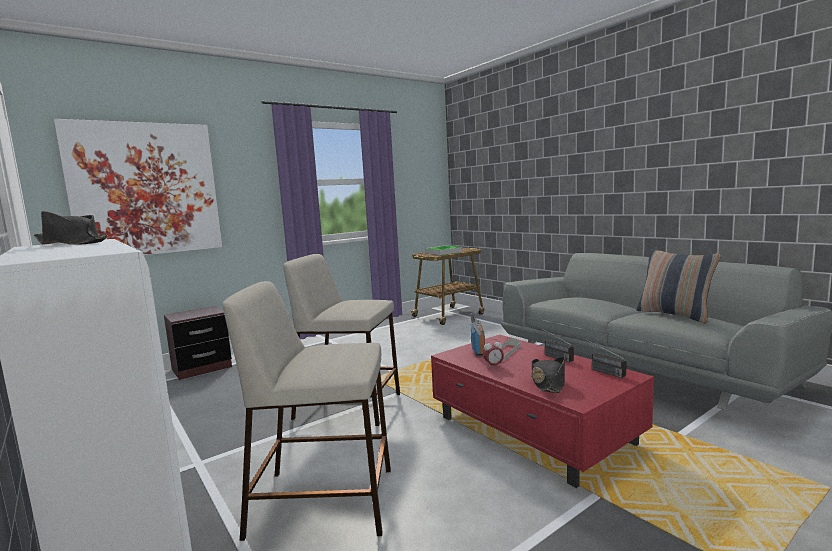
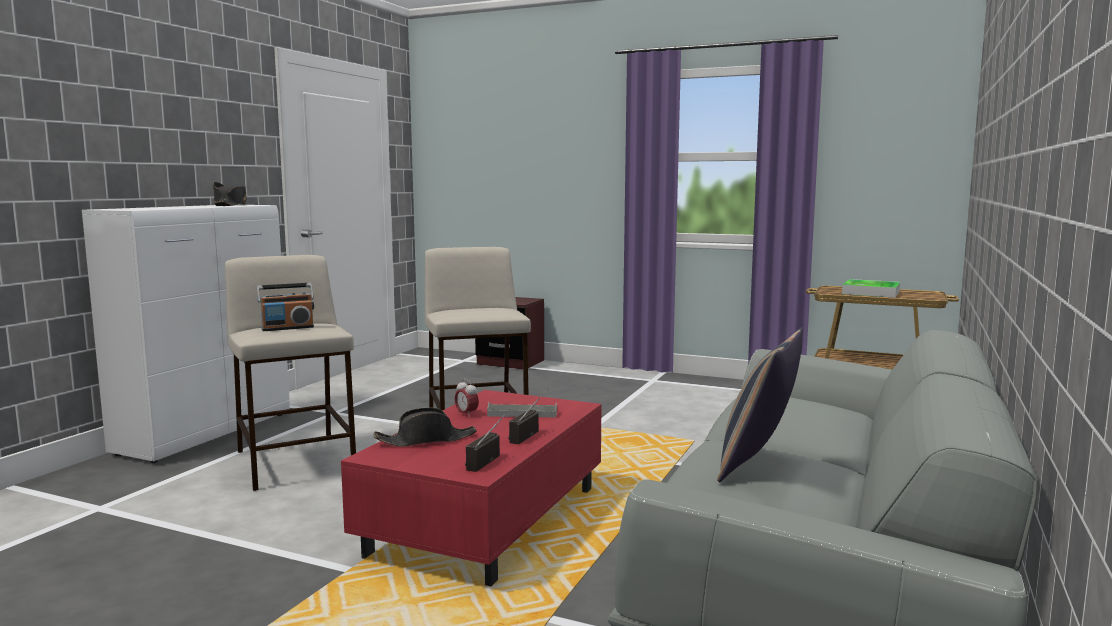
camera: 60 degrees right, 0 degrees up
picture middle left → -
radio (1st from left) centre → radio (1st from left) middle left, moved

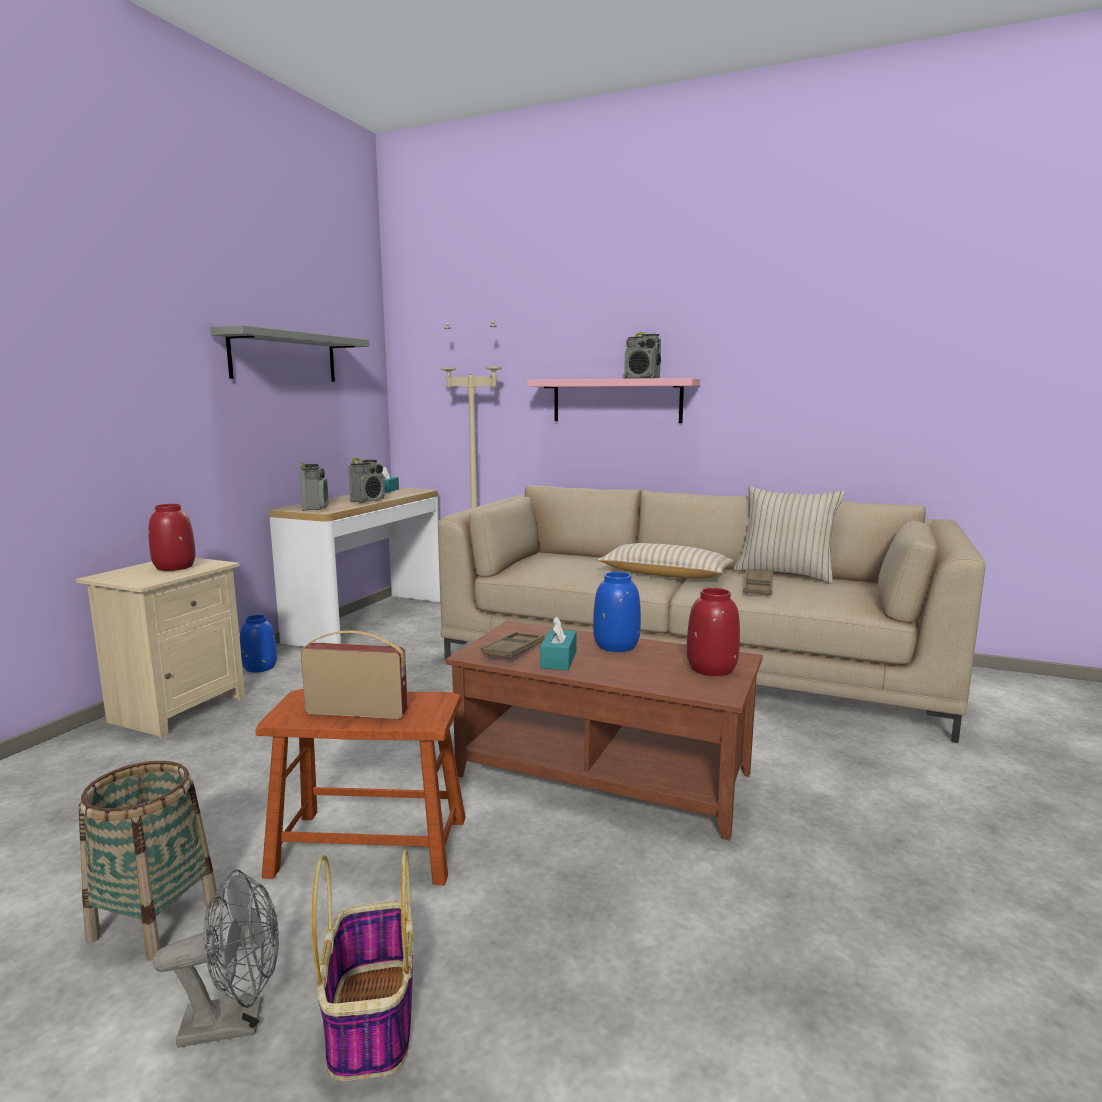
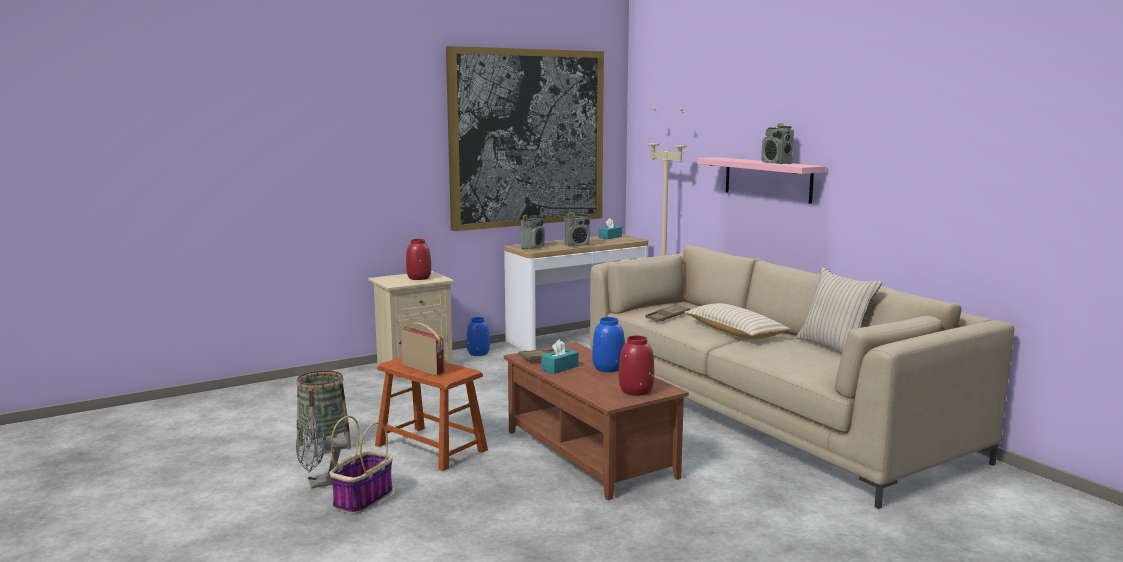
camera: 35 degrees right, 0 degrees up
fan/grey bottom left, 135 degrees clockwise
shelf/grey top left → picture top centre
tray/brown (2nd from left) middle right → tray/brown (2nd from left) centre, moved

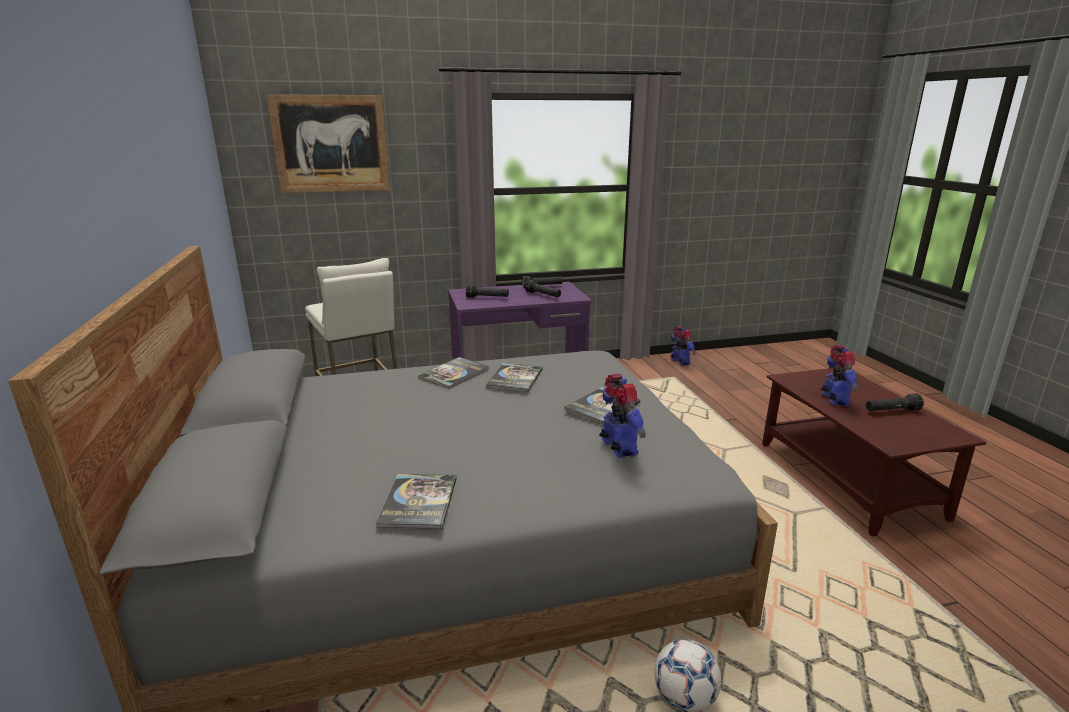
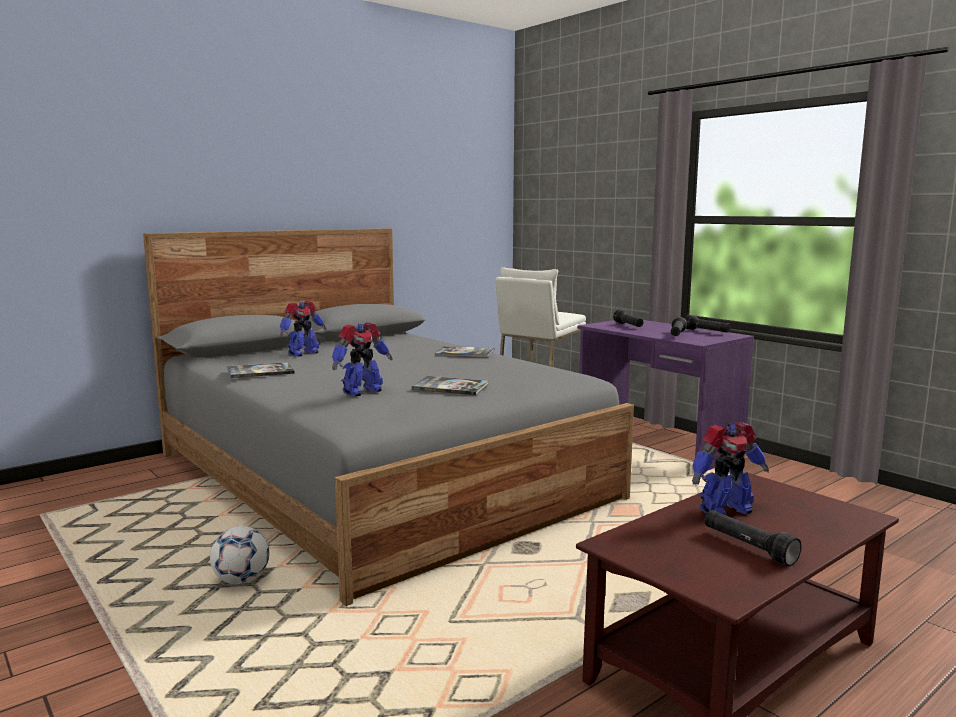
camera: 65 degrees right, 10 degrees down
picture top left → -
book (3rd from left) centre → -
toy robot (2nd from left in the first image) centre → toy robot (1st from left) middle left, moved

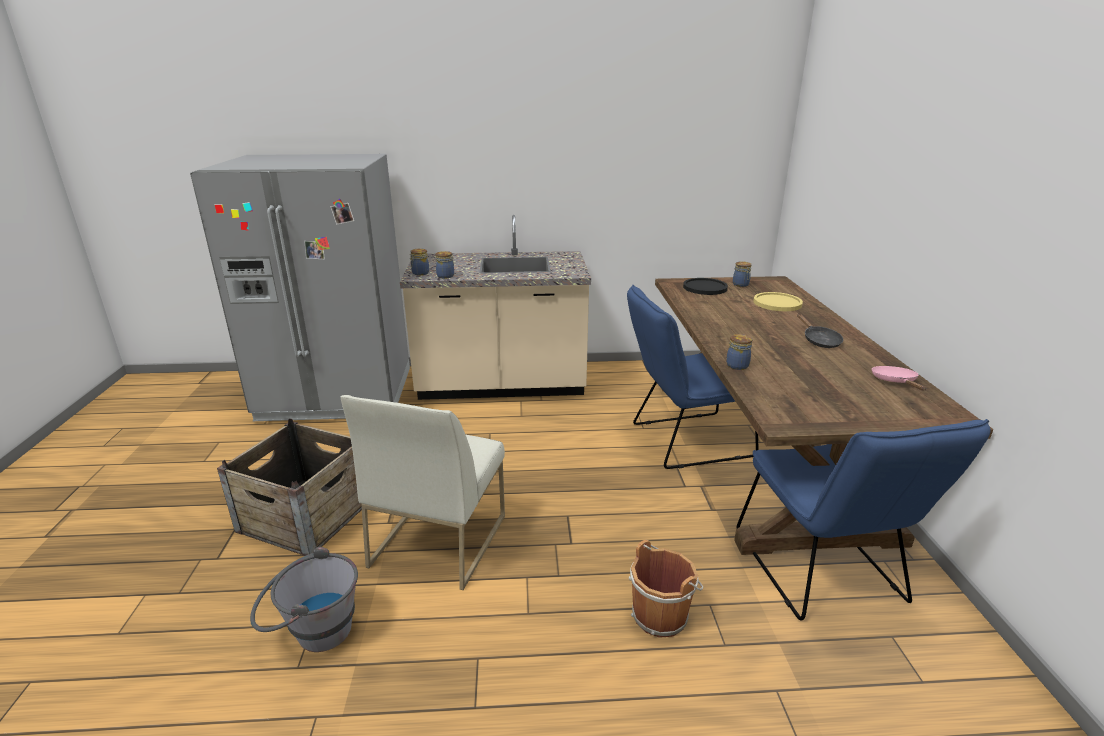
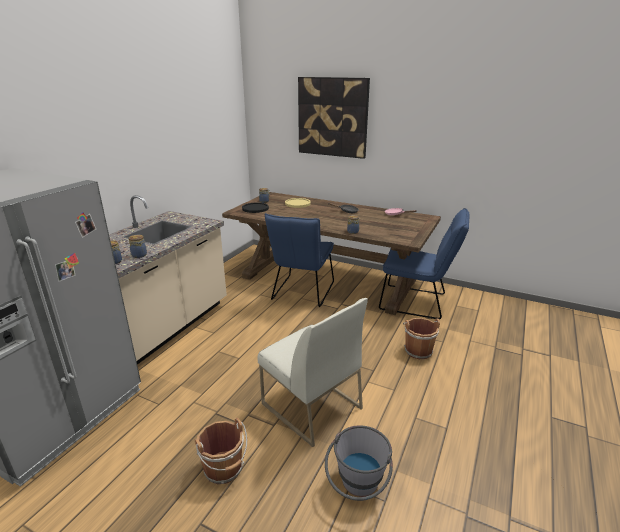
camera: 60 degrees left, 0 degrees up
crate middle left → bucket/brown (1st from left) bottom centre
- → picture top centre

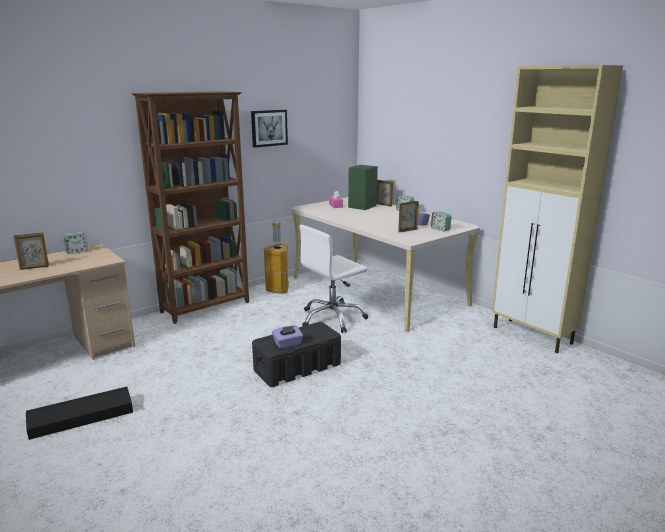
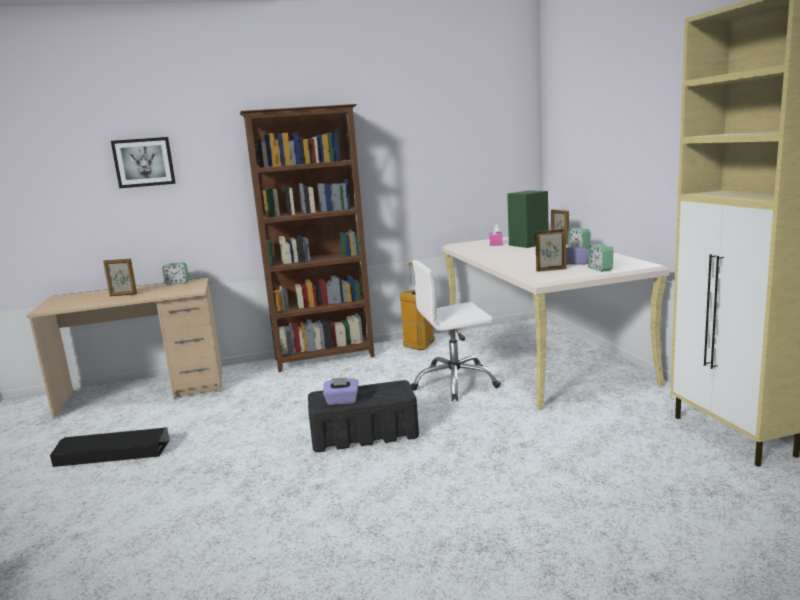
camera: 25 degrees right, 5 degrees down
picture top centre → picture top left, moved

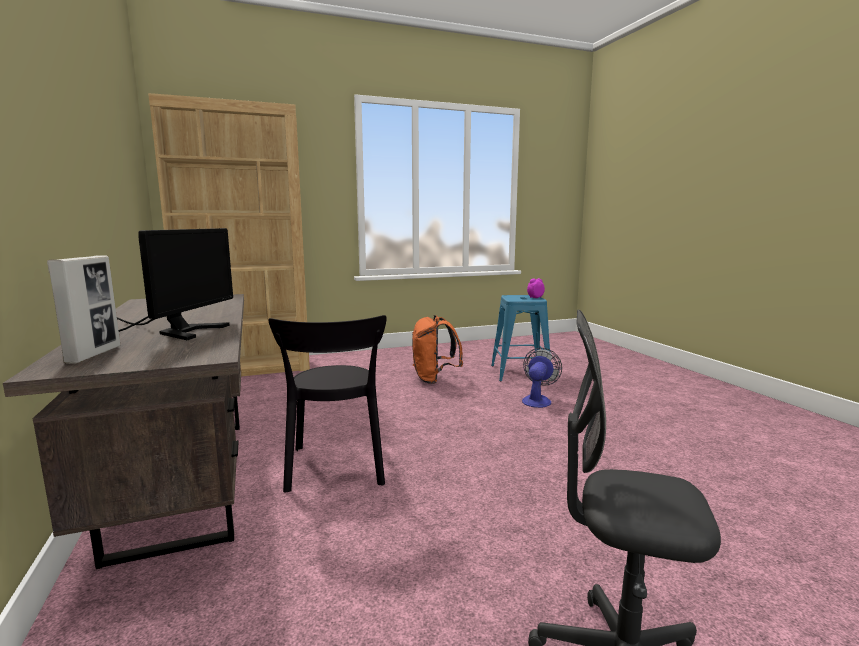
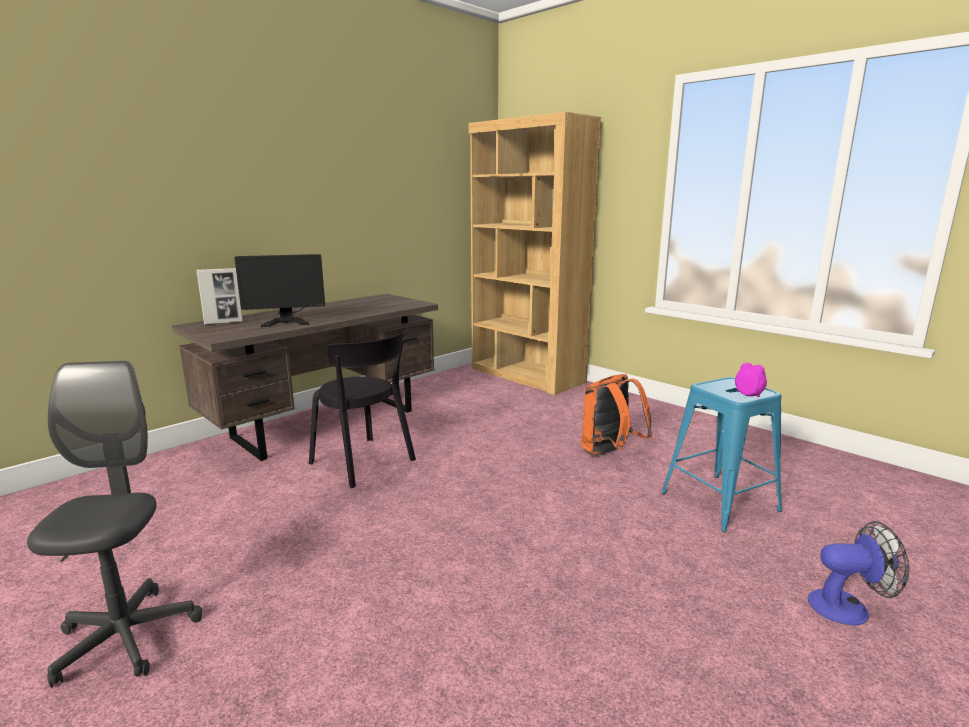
camera: 65 degrees right, 5 degrees up
chair/black centre, 105 degrees counterclockwise
fan centre → fan bottom right, moved

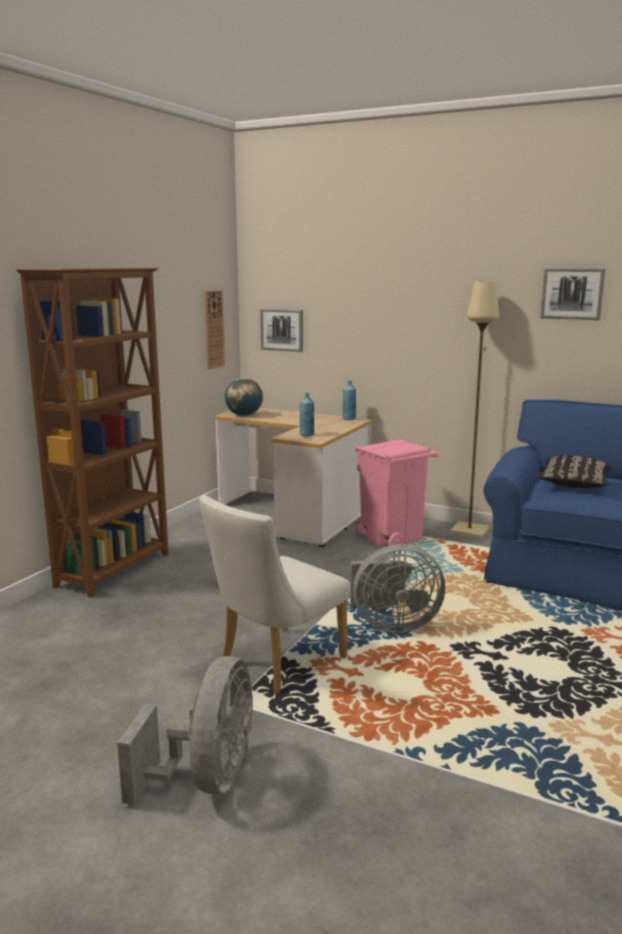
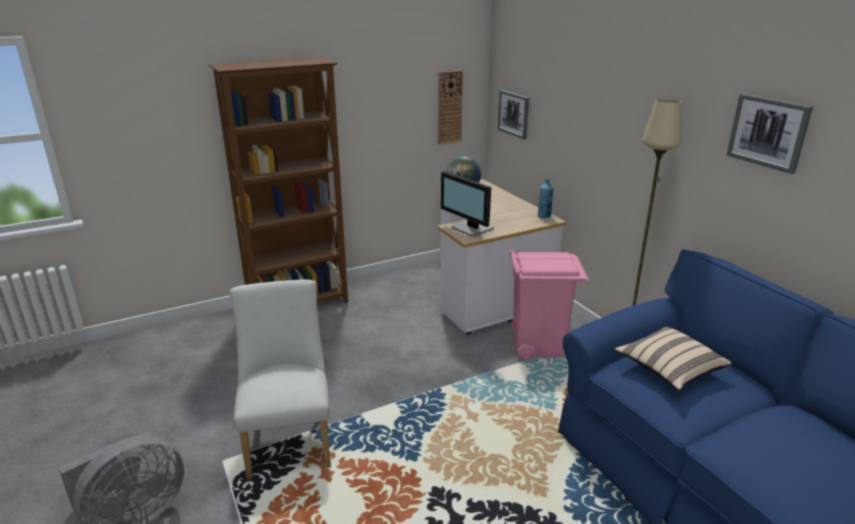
camera: 35 degrees right, 10 degrees up
chair/white centre → chair/white bottom left, 90 degrees clockwise
bottle/blue (1st from left) centre → monitor centre
fan/grey (2nd from left) centre → -
pillow/black middle right → pillow/beige bottom right

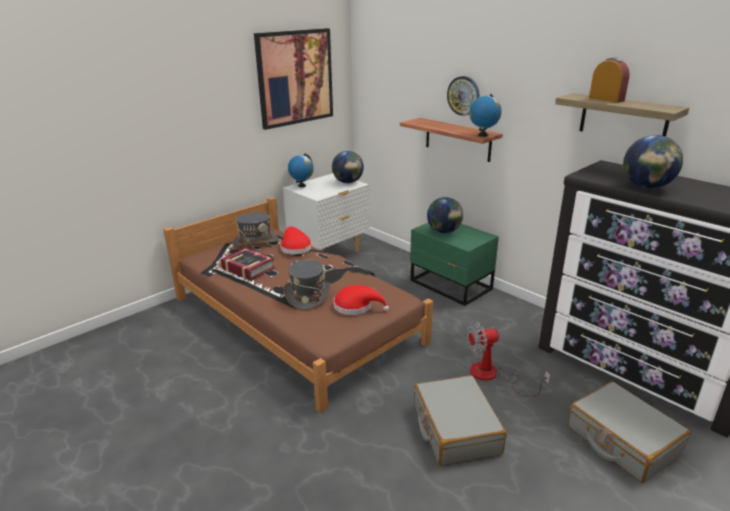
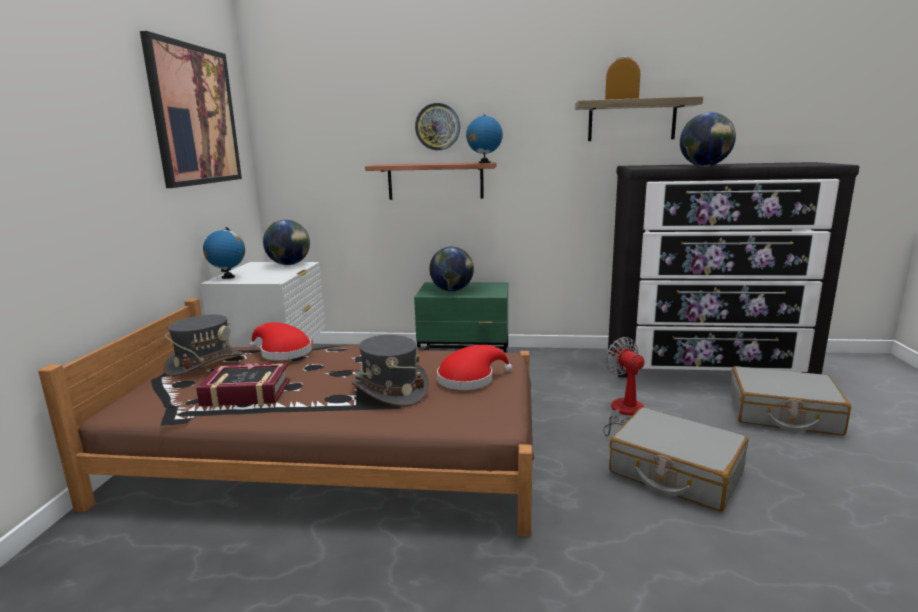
camera: 40 degrees left, 10 degrees down
fan bottom right → fan middle right, 120 degrees clockwise

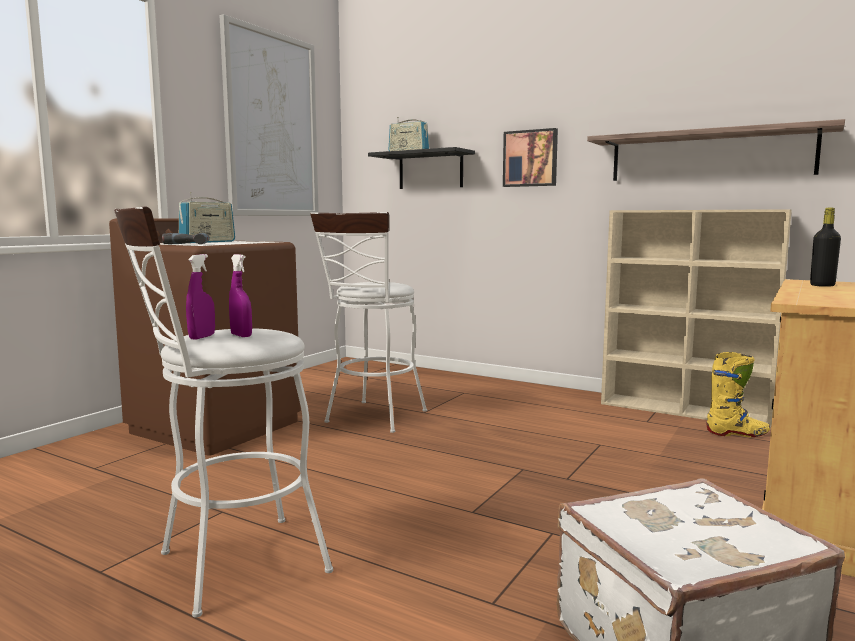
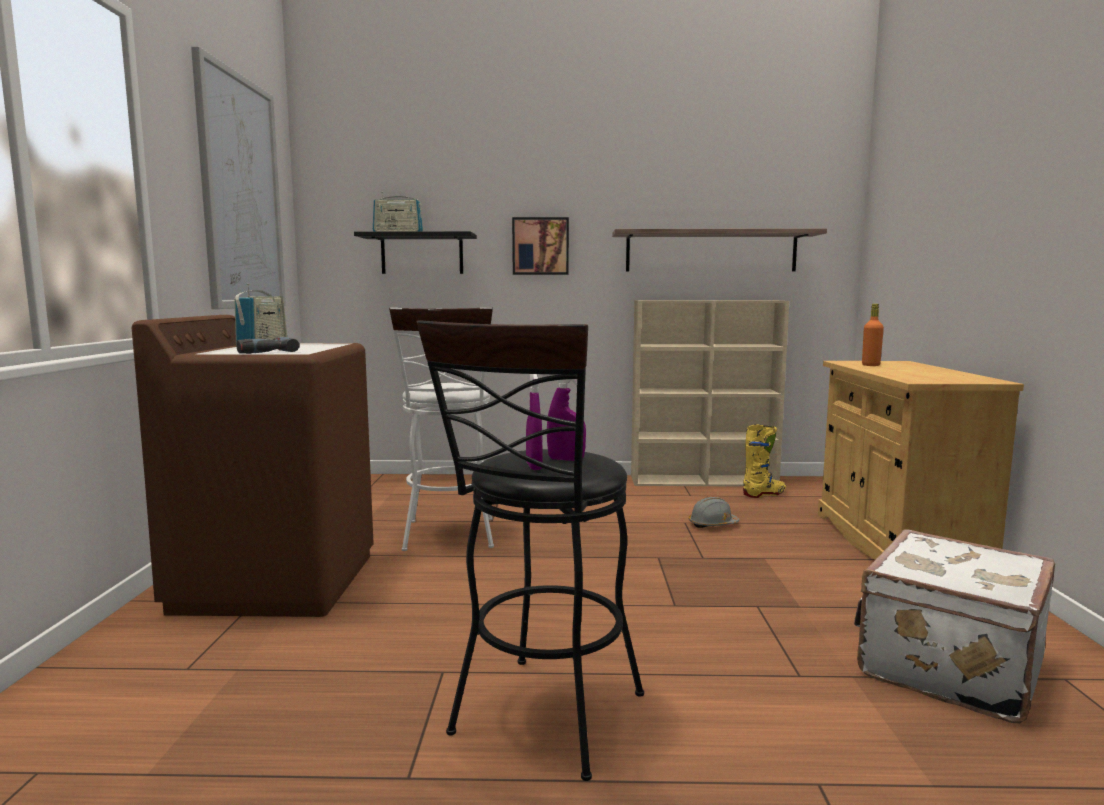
camera: 30 degrees left, 0 degrees up
stool/white (1st from left) middle left → stool/black bottom centre
bottle/black middle right → bottle/orange middle right
- → hard hat/grey centre

